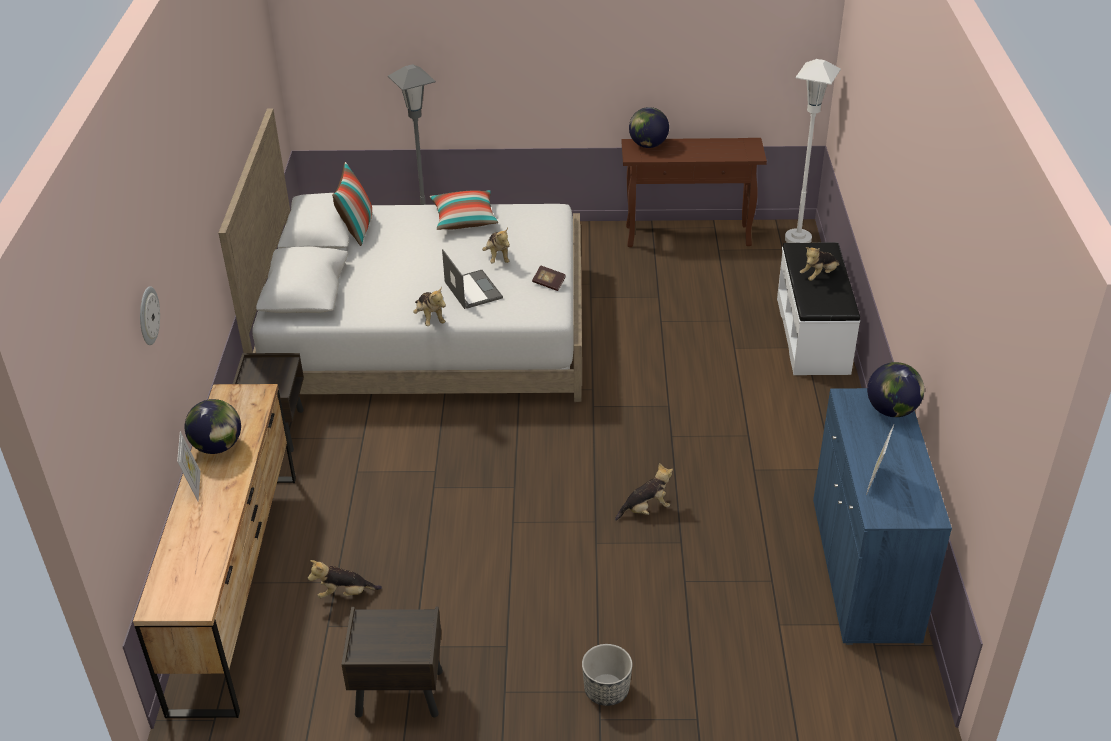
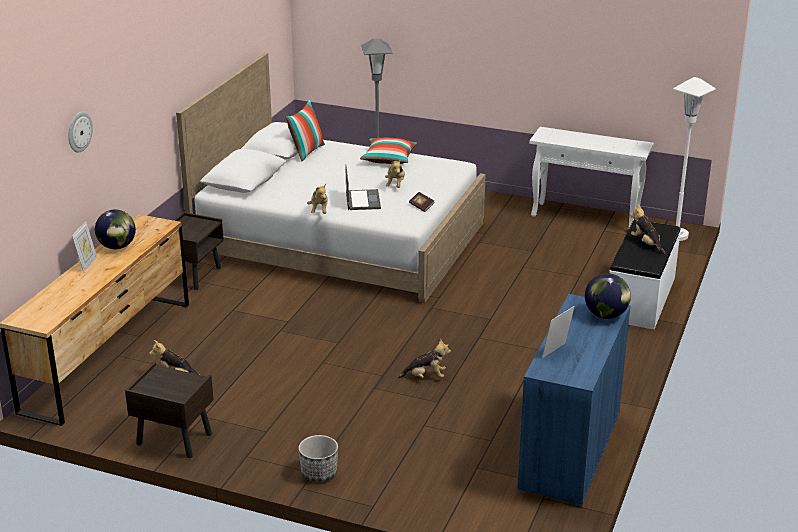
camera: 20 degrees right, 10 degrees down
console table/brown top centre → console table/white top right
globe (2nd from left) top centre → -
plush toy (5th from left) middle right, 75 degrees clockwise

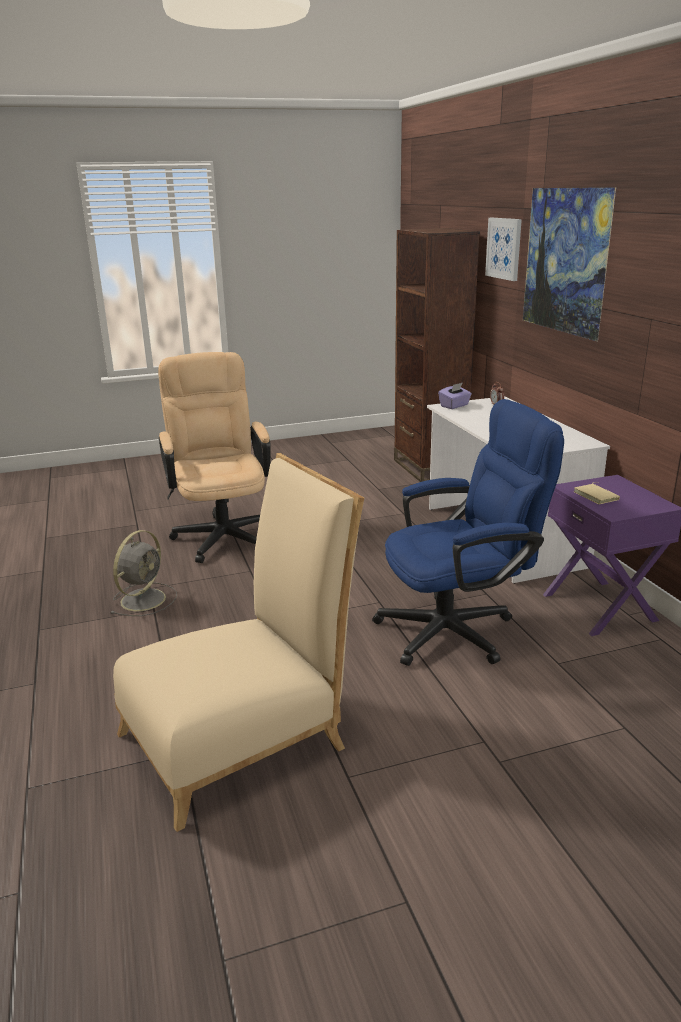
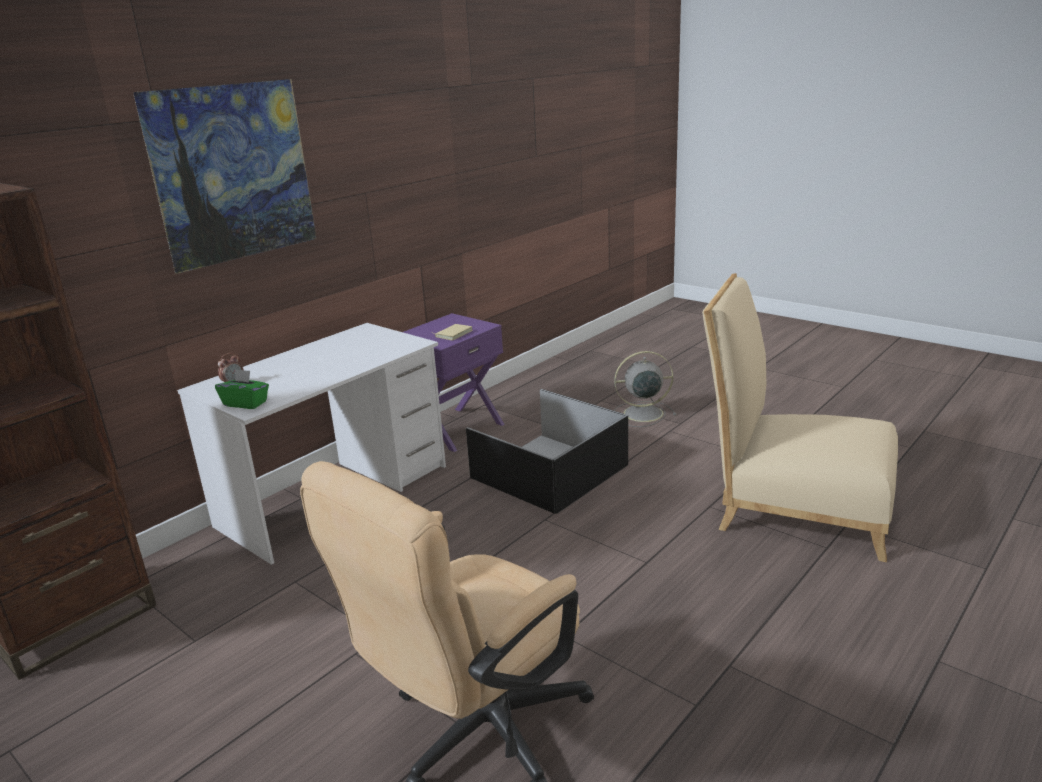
camera: 120 degrees left, 0 degrees up
fan/grey middle left → fan/grey centre, moved
office chair/blue middle right → storage box/black centre
tissue box/purple middle right → tissue box/green middle left
picture (1st from left) top right → -

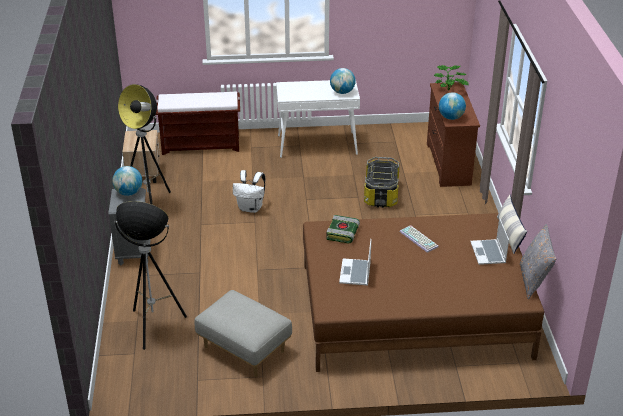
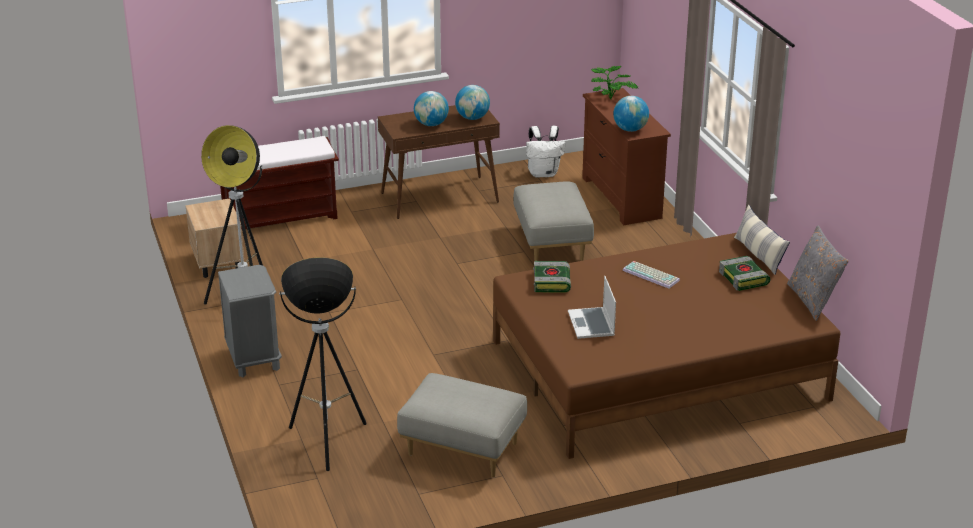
camera: 15 degrees left, 5 degrees down
globe (1st from left) middle left → globe (1st from left) top centre, moved
backpack/white centre → backpack/white top centre, moved
console table/white top centre → console table/brown top centre
storage box centre → ottoman/grey (2nd from left) centre
laptop (2nd from left) middle right → book (2nd from left) middle right

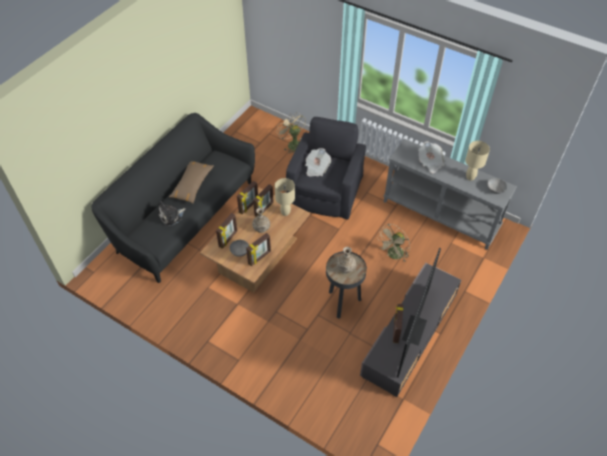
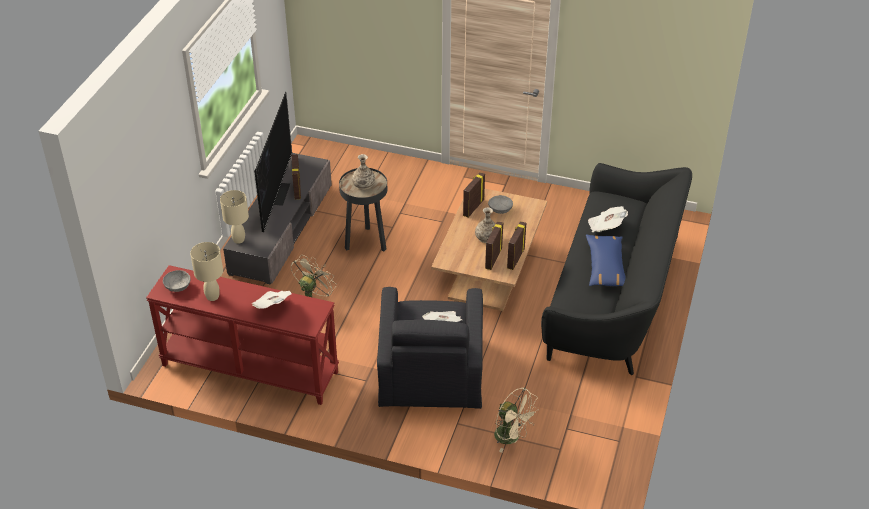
camera: 165 degrees right, 10 degrees down
plush toy middle left → newspaper (3rd from left) middle right
pillow/brown middle left → pillow/blue middle right
picture frame (1st from left) centre → -
table lamp/beige (1st from left in the first image) centre → table lamp/beige (2nd from left) middle left, moved
console table/grey middle right → console table/red middle left

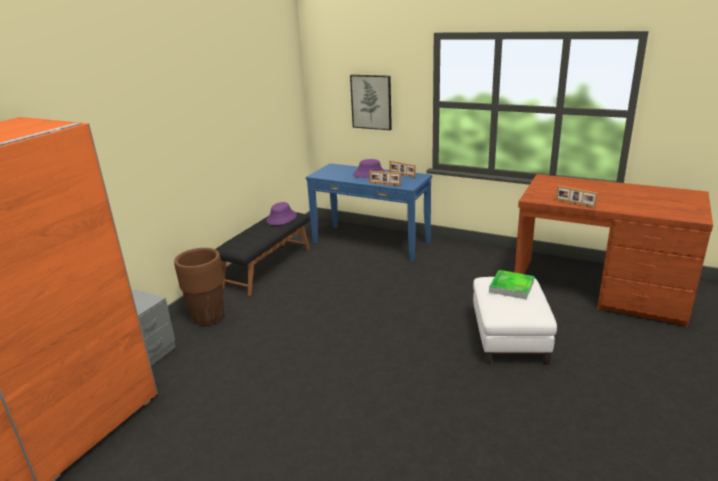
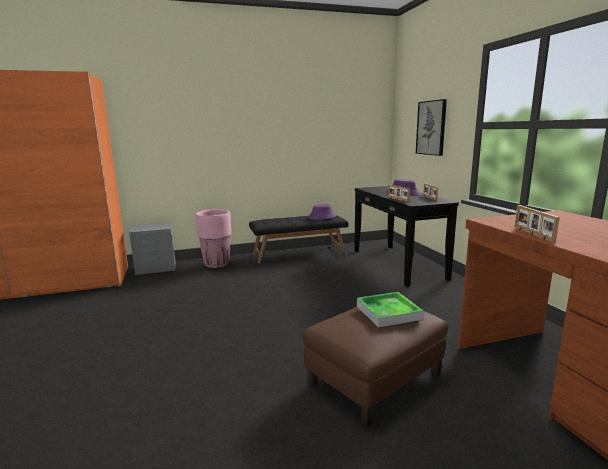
camera: 45 degrees right, 10 degrees down
planter/brown middle left → planter/pink centre
console table/blue centre → console table/black middle right
ottoman/white bottom right → ottoman/brown bottom centre

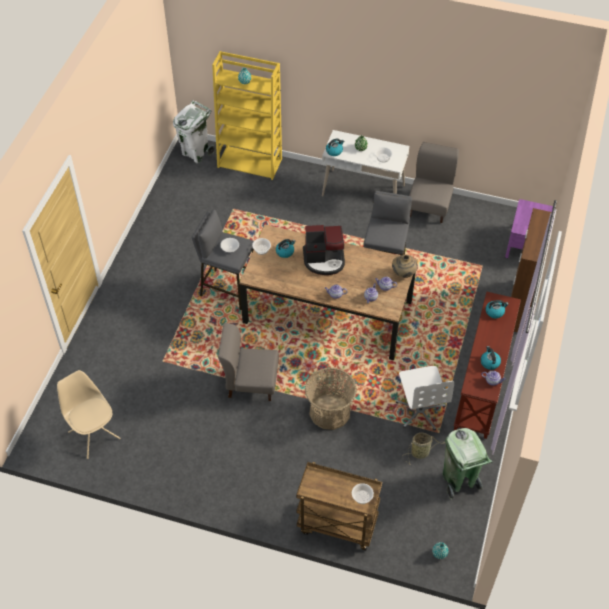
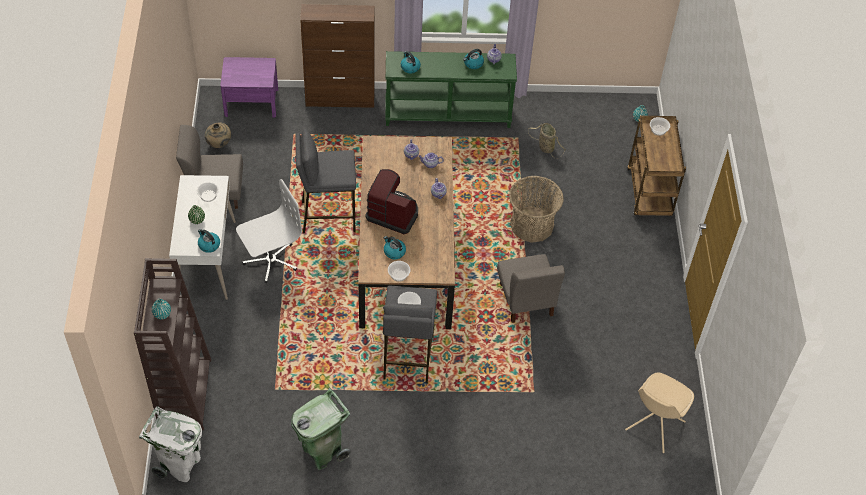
camera: 110 degrees left, 0 degrees up
bookcase/yellow top centre → bookcase/brown bottom left
coffee machine centre, 45 degrees counterclockwise
vase/beige centre → vase/beige top left, moved
office chair/white middle right → office chair/white middle left, moved
trash can/green bottom right → trash can/green bottom centre, moved
console table/brown middle right → console table/green top centre

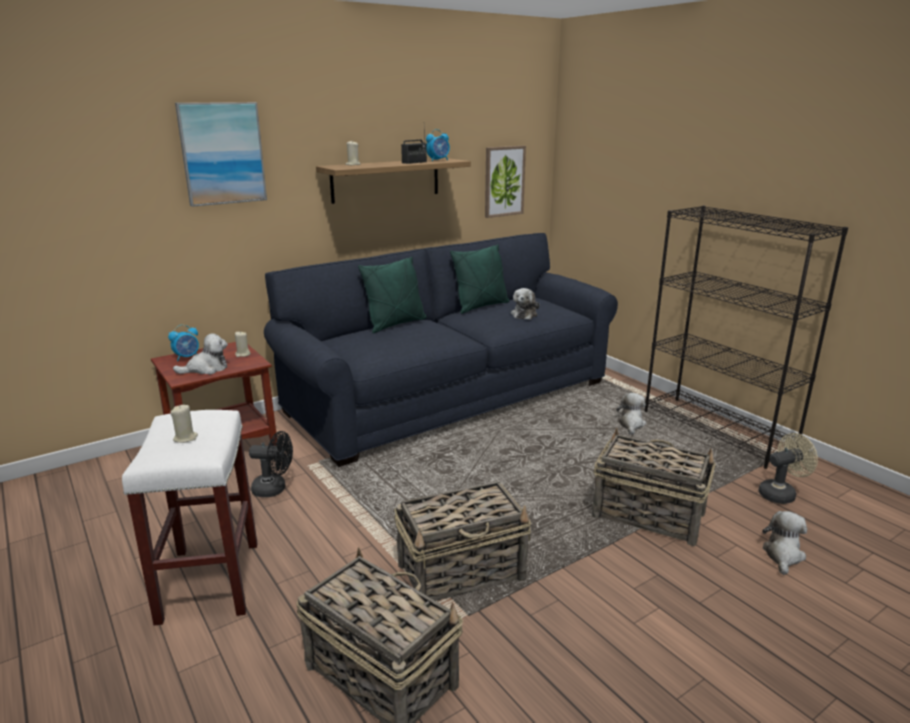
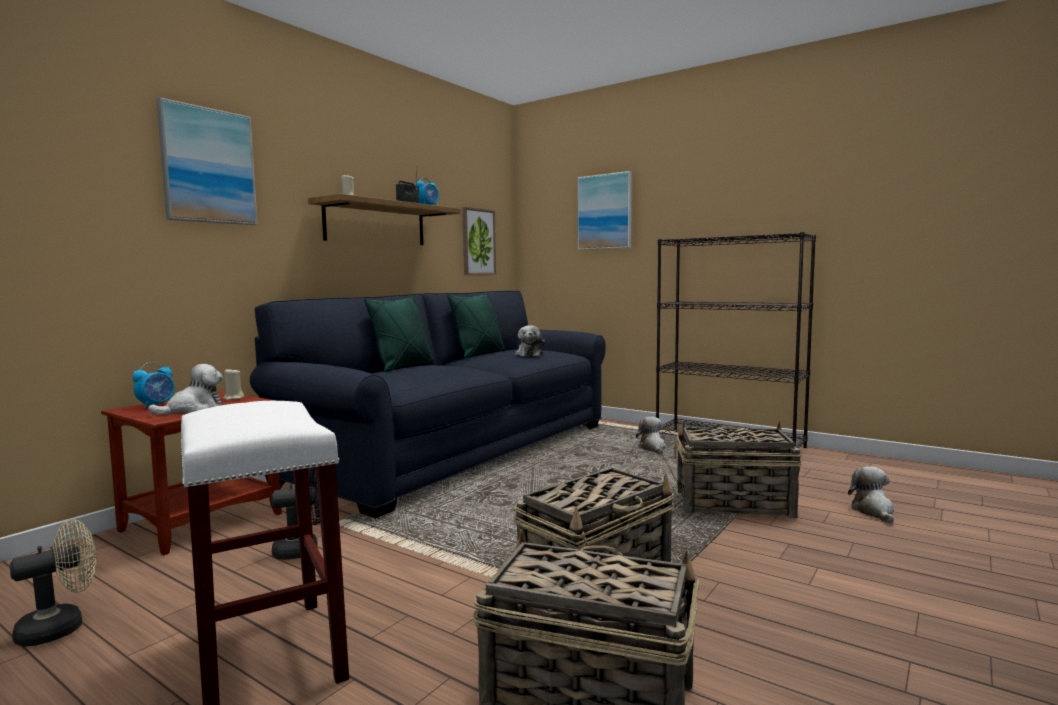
camera: 20 degrees left, 15 degrees down
candle/beige (1st from left) middle left → -
fan/beige middle right → fan/beige bottom left, moved
- → picture (3rd from left) top centre

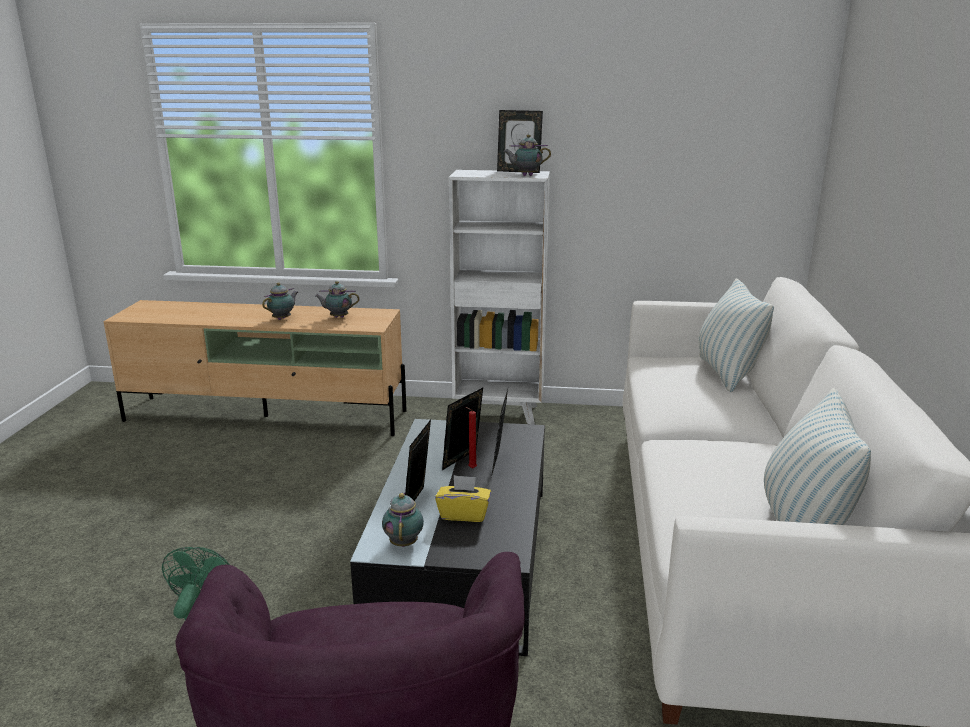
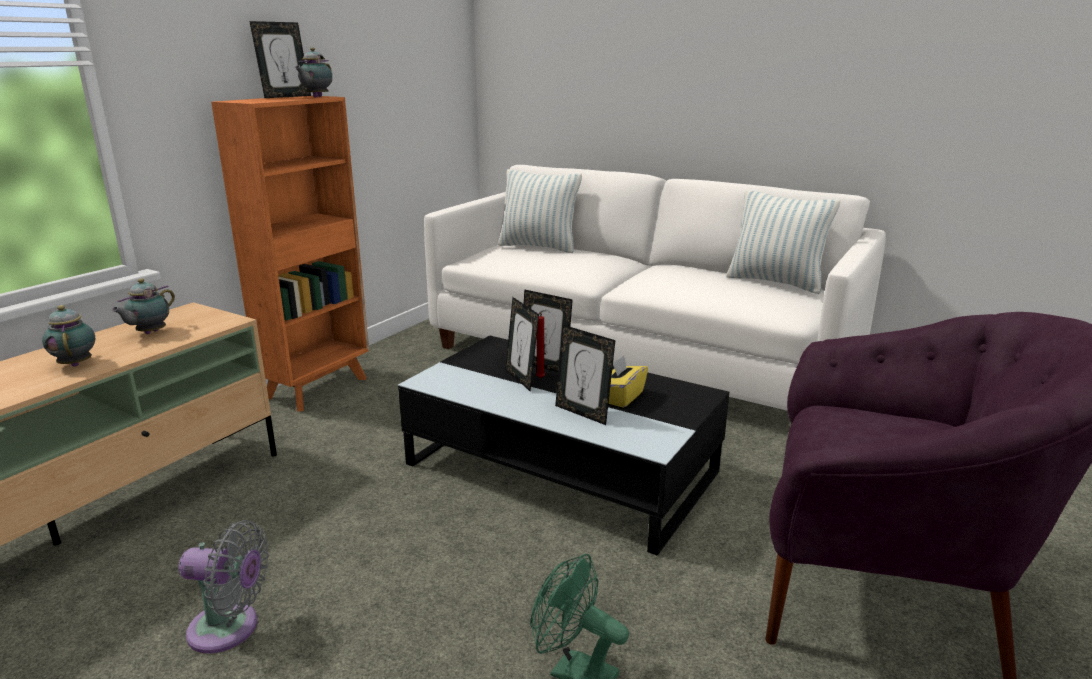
camera: 65 degrees left, 0 degrees up
teapot (3rd from left) bottom centre → -
bookcase/white centre → bookcase/orange middle left
- → fan/grey bottom left

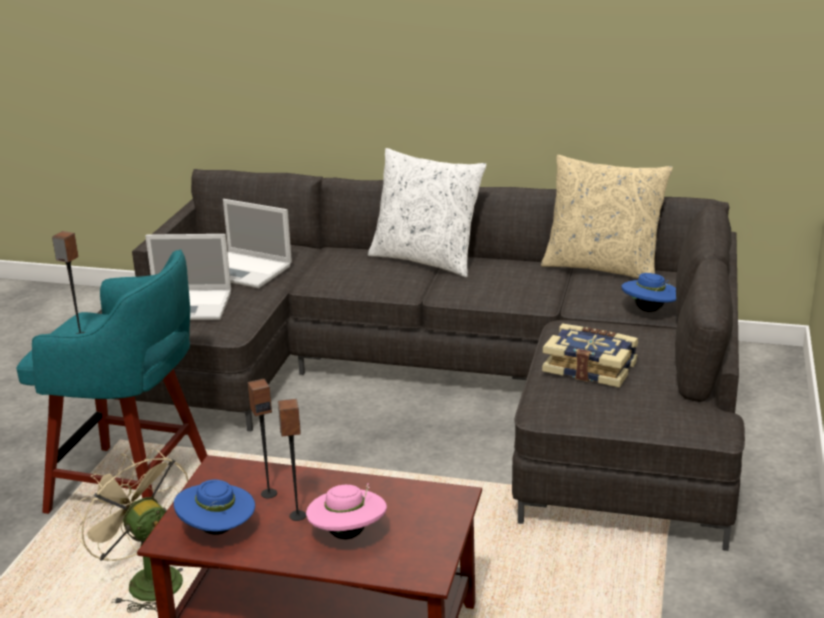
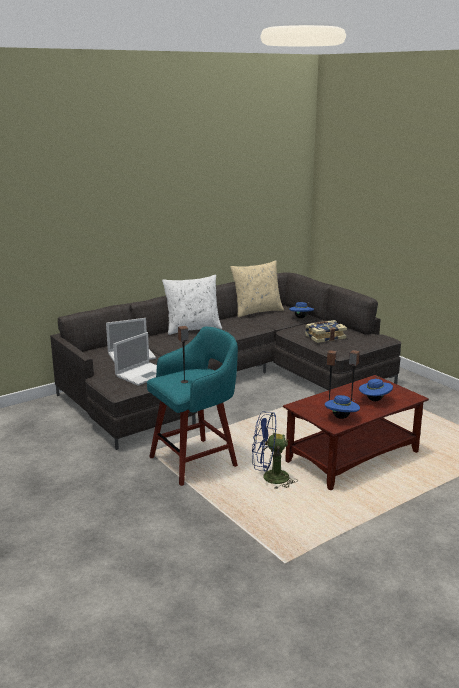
camera: 50 degrees left, 5 degrees down
fan/beige bottom left → fan/blue centre
hat/pink bottom centre → hat/blue (3rd from left) middle right

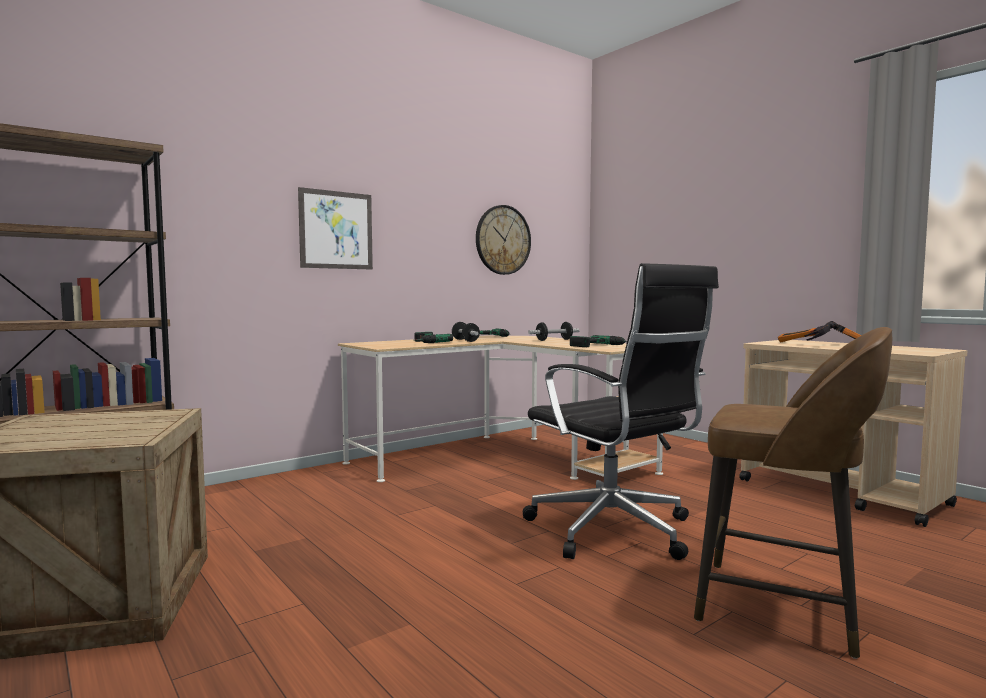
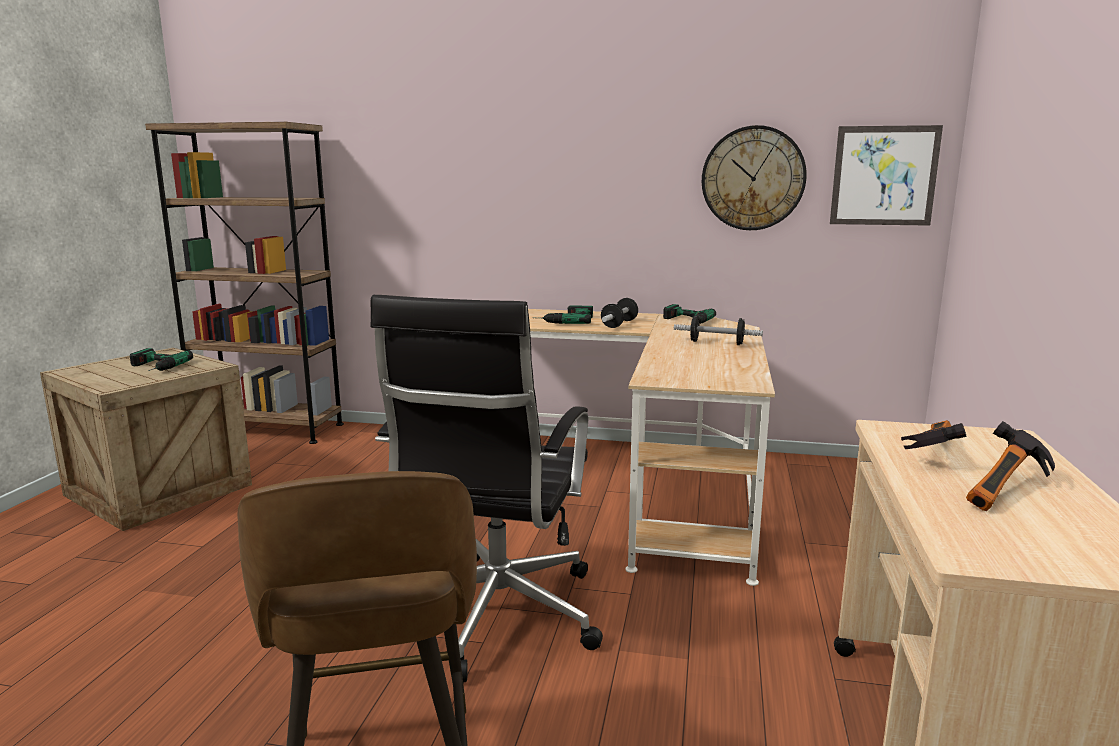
camera: 50 degrees right, 10 degrees up
picture top centre → picture top right, moved
power drill (3rd from left in the first image) centre → power drill (1st from left) middle left, moved

